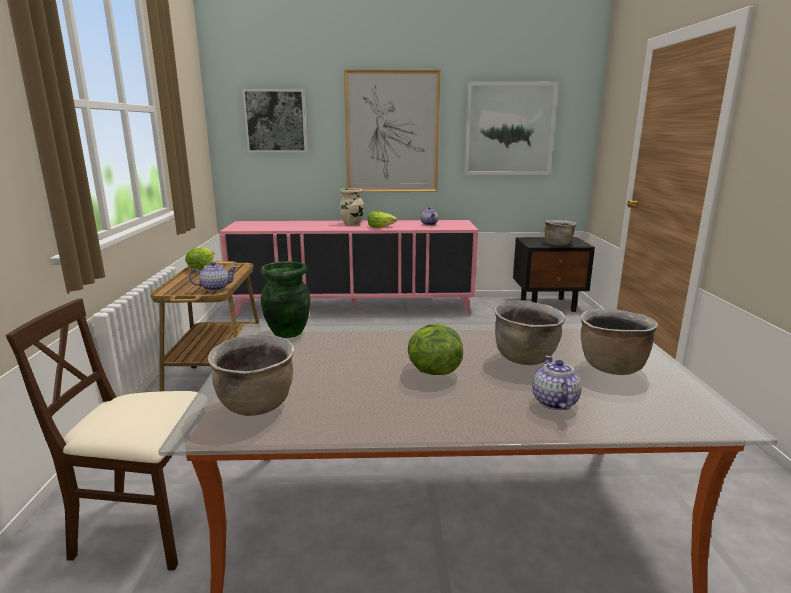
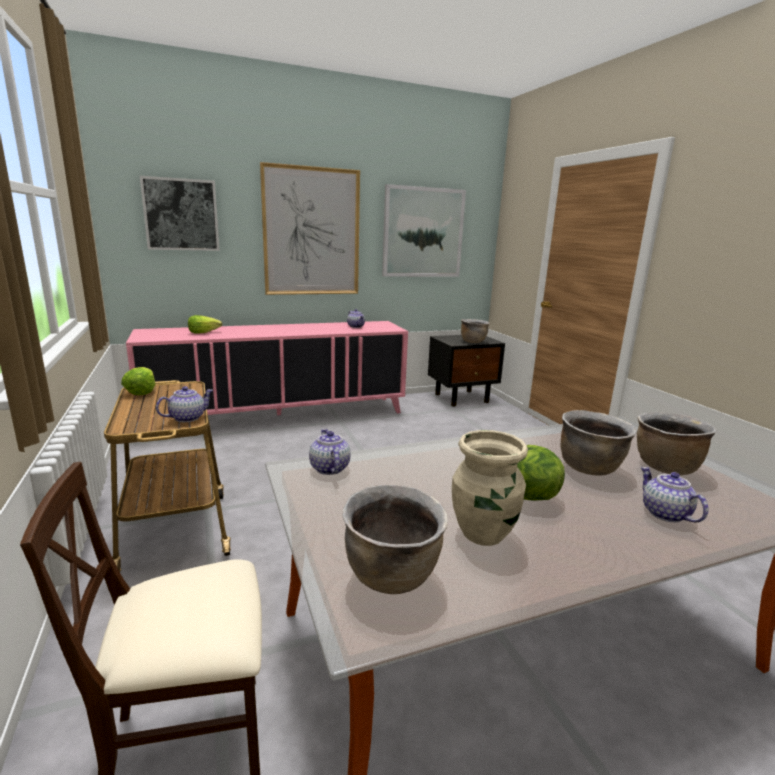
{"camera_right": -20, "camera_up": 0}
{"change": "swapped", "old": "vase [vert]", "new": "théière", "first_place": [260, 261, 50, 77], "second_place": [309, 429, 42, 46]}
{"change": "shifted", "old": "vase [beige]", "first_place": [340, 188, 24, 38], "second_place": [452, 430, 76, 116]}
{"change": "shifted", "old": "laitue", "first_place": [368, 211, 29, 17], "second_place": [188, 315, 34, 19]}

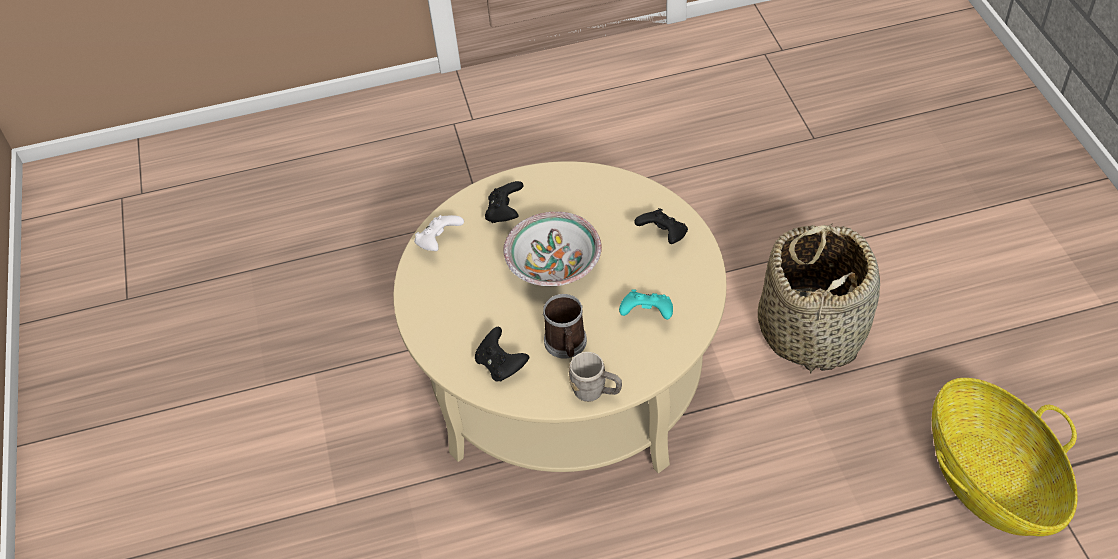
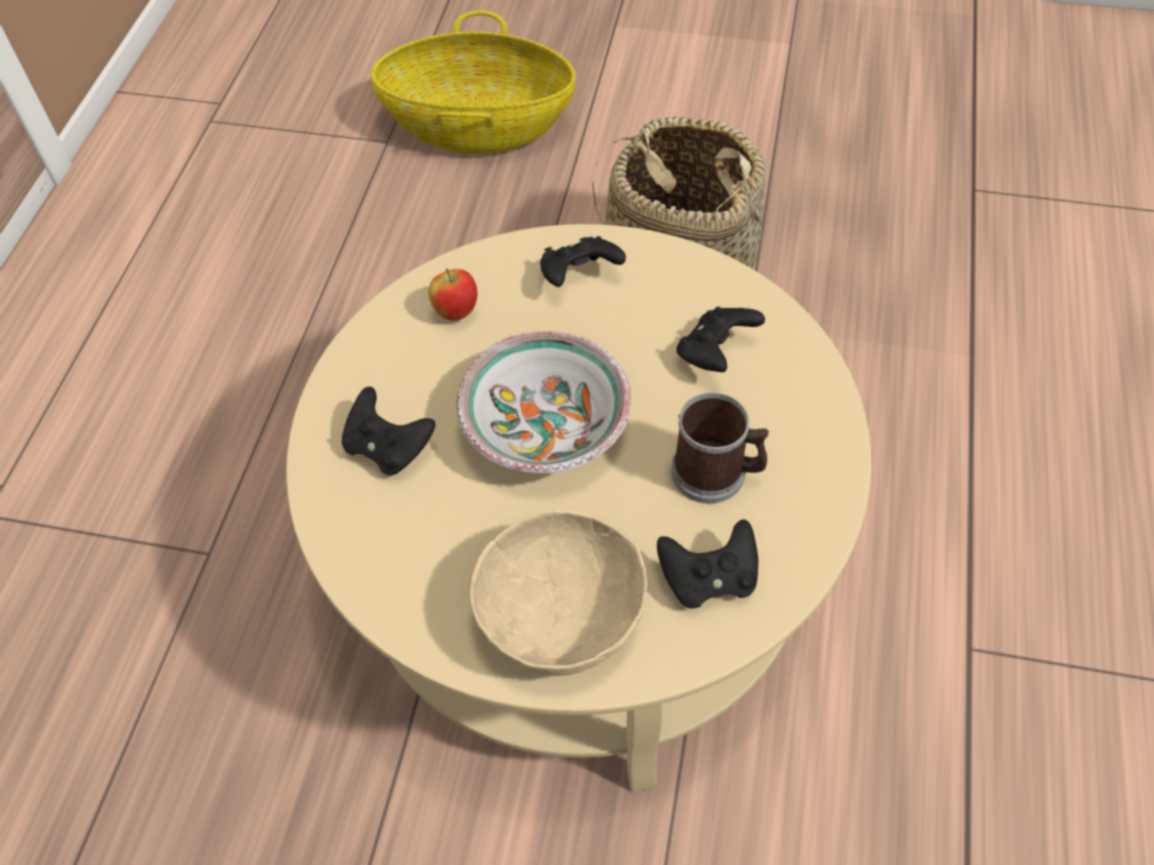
{"camera_right": -65, "camera_up": 5}
{"change": "gone", "old": "manette [blanc]", "first_place": [414, 215, 50, 36]}
{"change": "gone", "old": "mug [gris]", "first_place": [568, 352, 54, 50]}
{"change": "repainted", "old": "manette [turquoise]", "new": "manette [noir]", "first_place": [619, 289, 54, 31], "second_place": [676, 306, 89, 66]}
{"change": "shifted", "old": "panier", "first_place": [932, 378, 146, 158], "second_place": [371, 11, 205, 143]}
{"change": "new", "new": "pomme", "second_place": [428, 269, 49, 52]}
{"change": "new", "new": "bol [beige]", "second_place": [469, 510, 178, 166]}

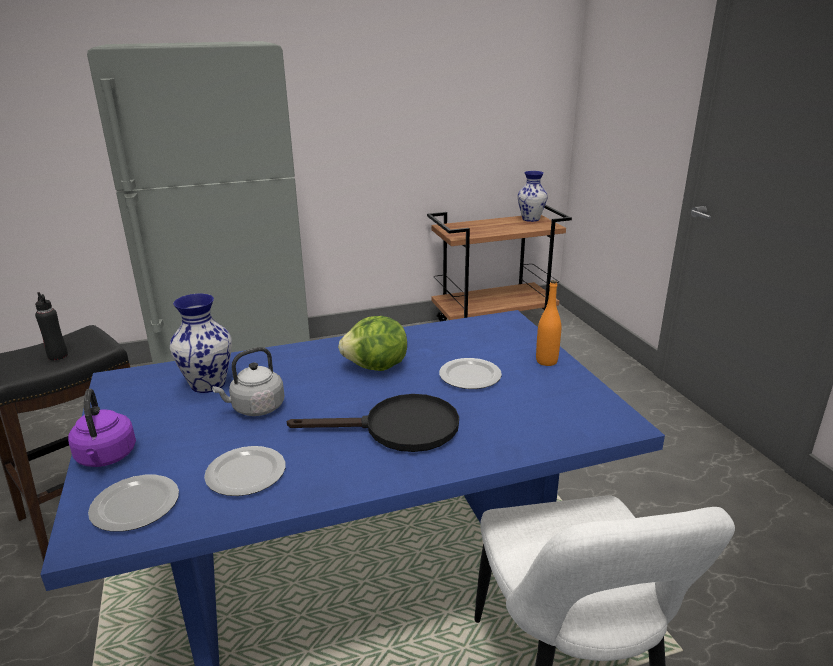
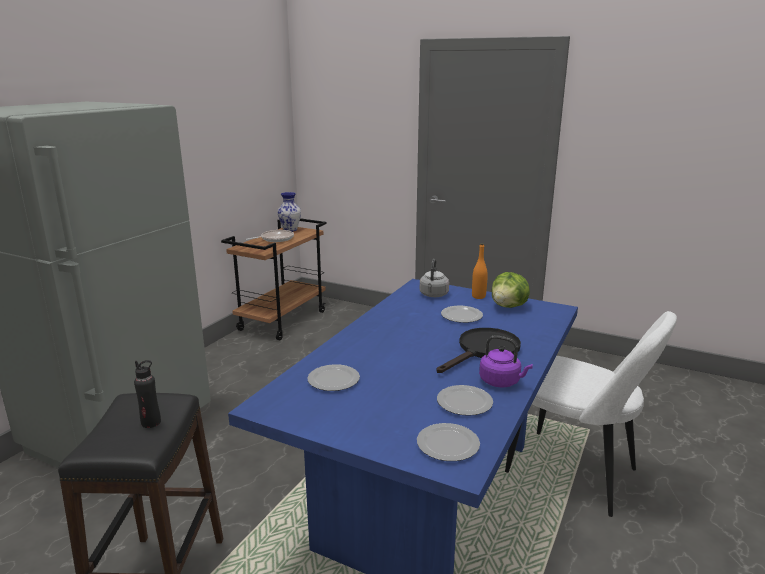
{"camera_right": -45, "camera_up": -5}
{"change": "shifted", "old": "bouilloire [violet]", "first_place": [68, 389, 68, 78], "second_place": [479, 335, 54, 52]}
{"change": "swapped", "old": "vase", "new": "assiette", "first_place": [170, 294, 62, 99], "second_place": [307, 364, 53, 27]}
{"change": "shifted", "old": "bouilloire [gris]", "first_place": [212, 347, 72, 69], "second_place": [420, 259, 29, 38]}
{"change": "shifted", "old": "laitue", "first_place": [338, 316, 69, 55], "second_place": [492, 272, 38, 36]}
{"change": "new", "new": "poêle", "second_place": [246, 230, 48, 12]}

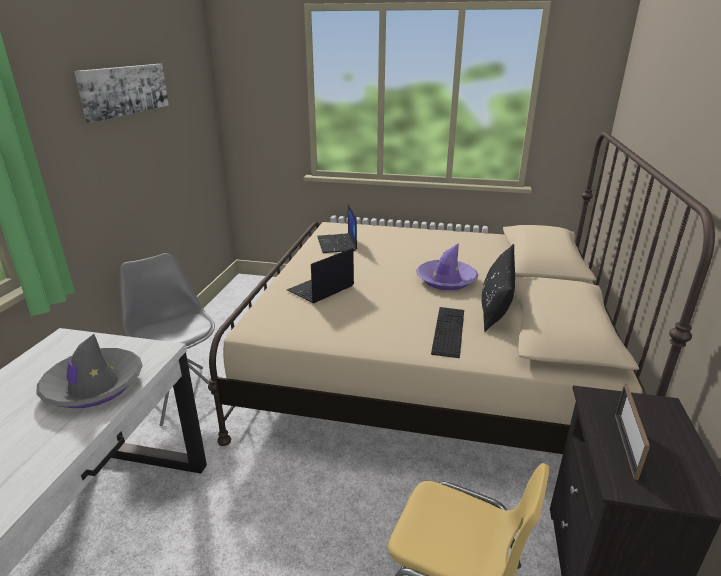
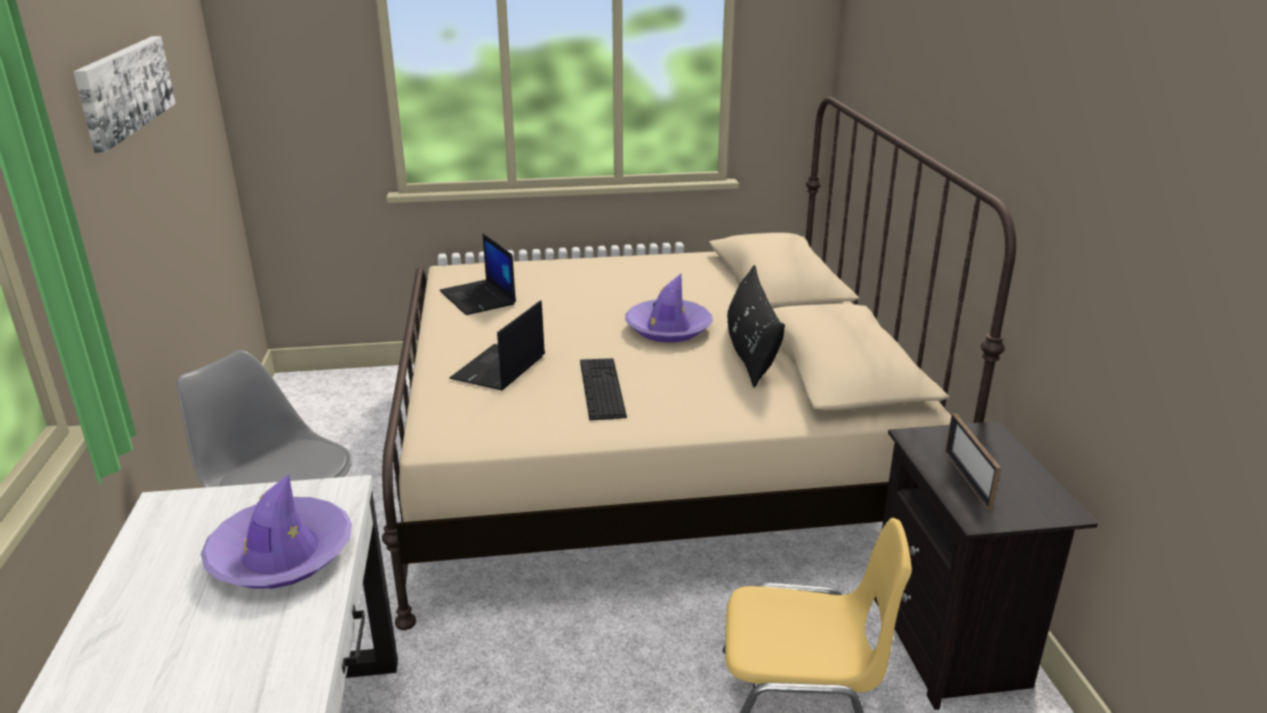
{"camera_right": -20, "camera_up": 0}
{"change": "repainted", "old": "chapeau [gris]", "new": "chapeau [violet]", "first_place": [37, 334, 106, 74], "second_place": [201, 474, 151, 115]}
{"change": "shifted", "old": "clavier", "first_place": [431, 307, 33, 51], "second_place": [580, 358, 47, 62]}

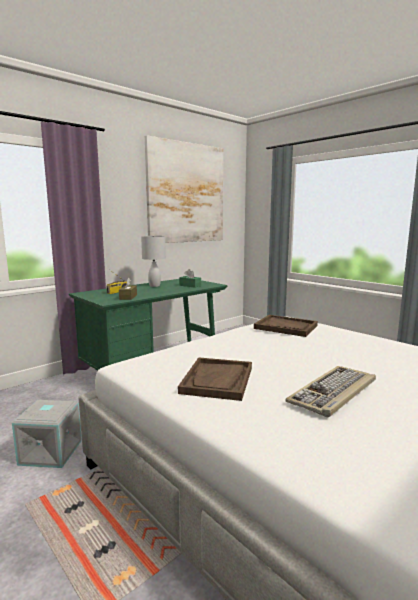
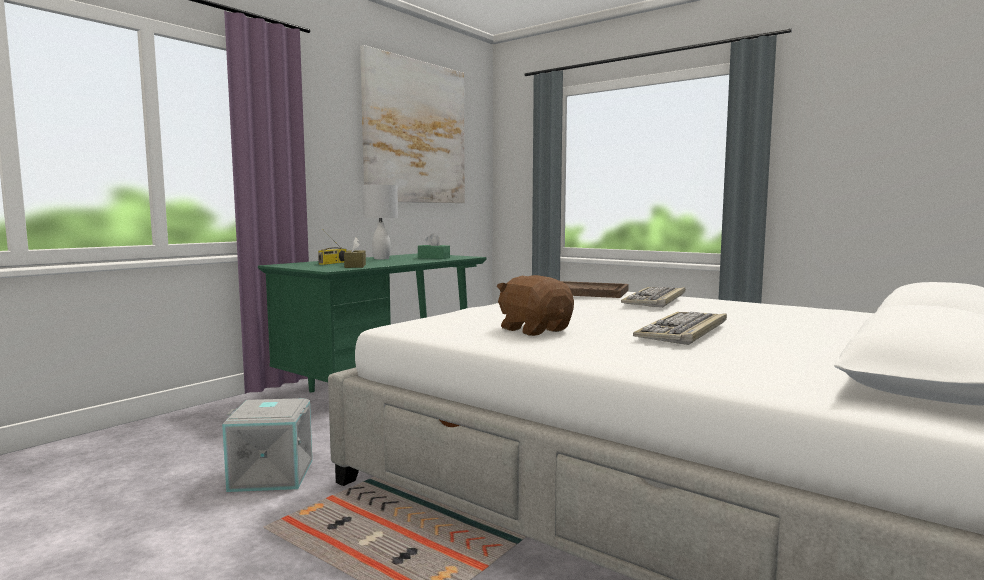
{"camera_right": -10, "camera_up": -5}
{"change": "swapped", "old": "plateau [marron]", "new": "peluche [marron]", "first_place": [178, 357, 74, 44], "second_place": [496, 275, 78, 61]}
{"change": "new", "new": "clavier", "second_place": [621, 287, 64, 21]}

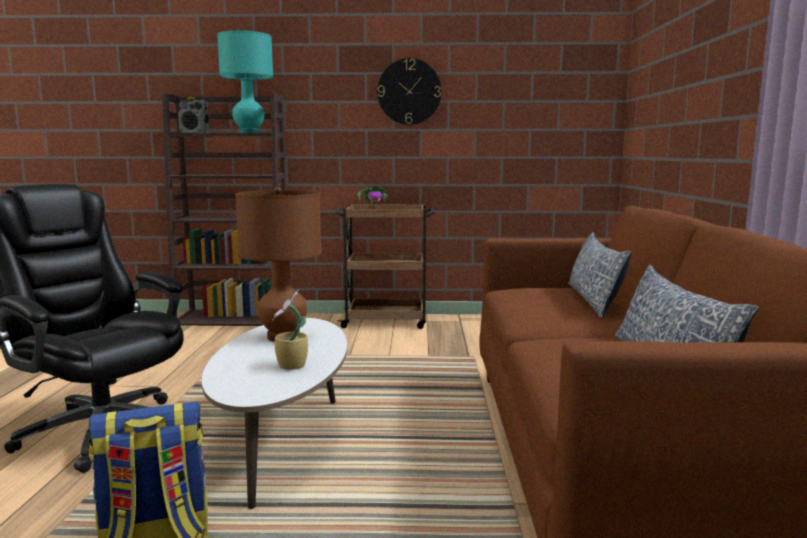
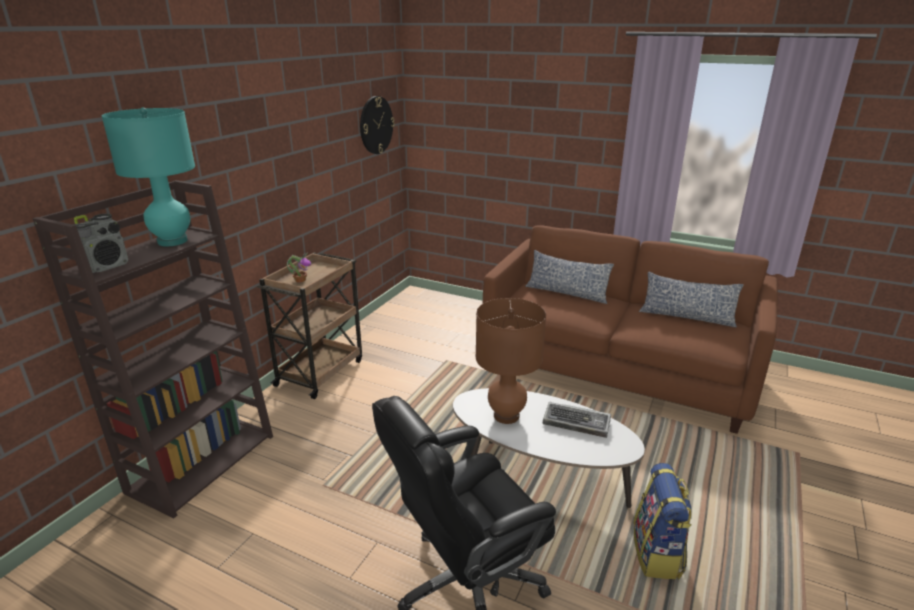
{"camera_right": -65, "camera_up": 15}
{"change": "swapped", "old": "plante en pot", "new": "clavier", "first_place": [272, 290, 36, 80], "second_place": [543, 402, 68, 36]}
{"change": "shifted", "old": "horloge murale", "first_place": [377, 58, 65, 67], "second_place": [360, 96, 35, 58]}

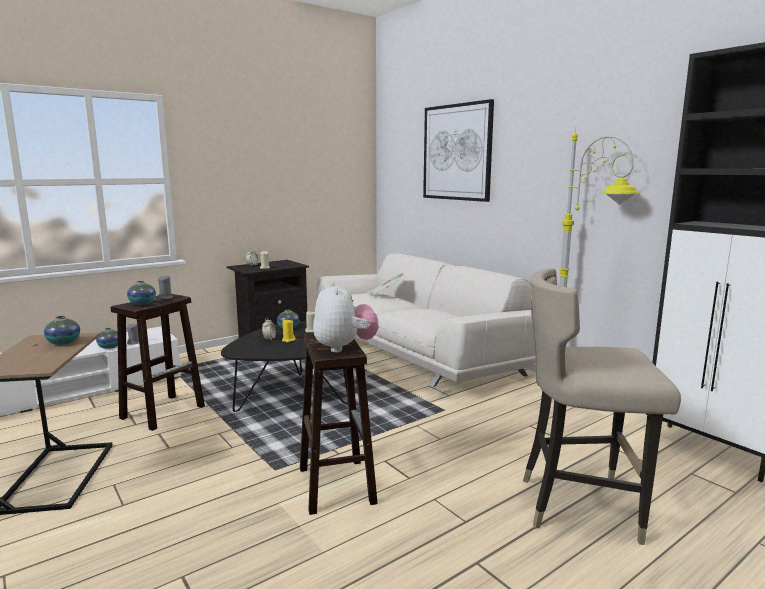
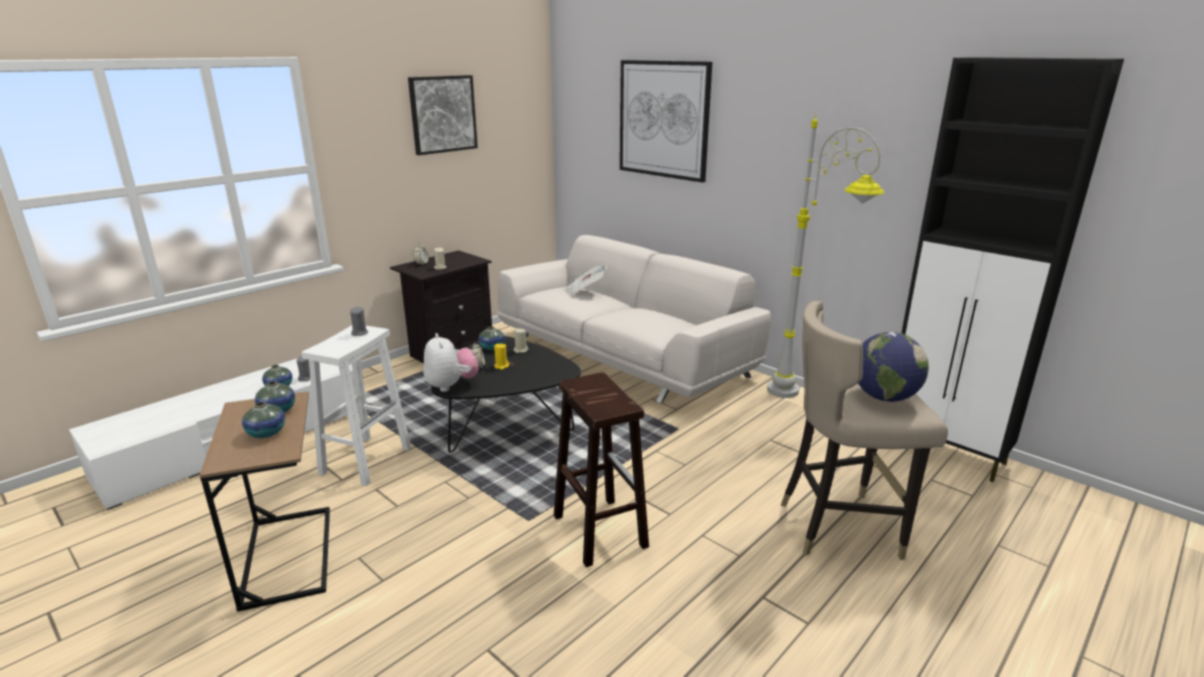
{"camera_right": -10, "camera_up": 10}
{"change": "repainted", "old": "tabouret [marron]", "new": "tabouret [blanc]", "first_place": [111, 294, 94, 137], "second_place": [302, 325, 109, 161]}
{"change": "shifted", "old": "vase", "first_place": [127, 281, 29, 24], "second_place": [242, 402, 43, 36]}
{"change": "shifted", "old": "peluche", "first_place": [313, 282, 66, 71], "second_place": [423, 333, 56, 59]}
{"change": "new", "new": "tableau", "second_place": [408, 75, 70, 80]}
{"change": "new", "new": "globe", "second_place": [858, 332, 71, 70]}

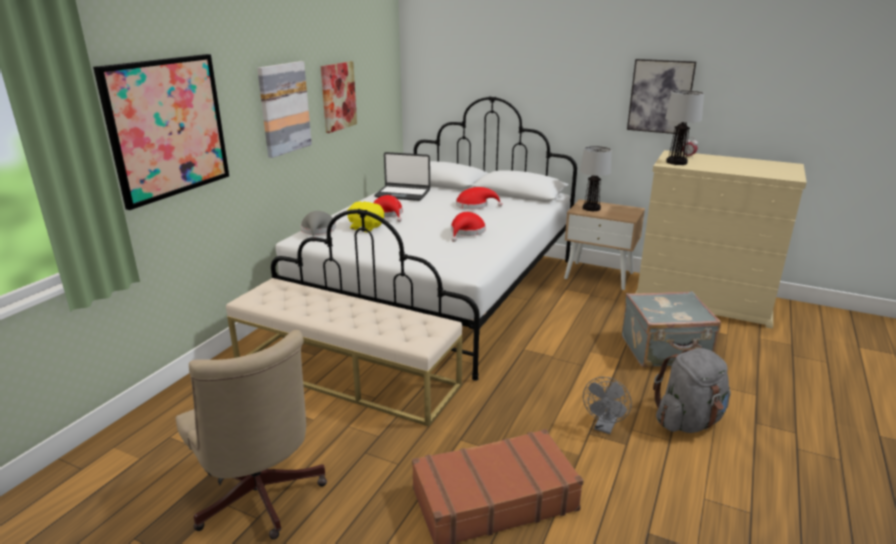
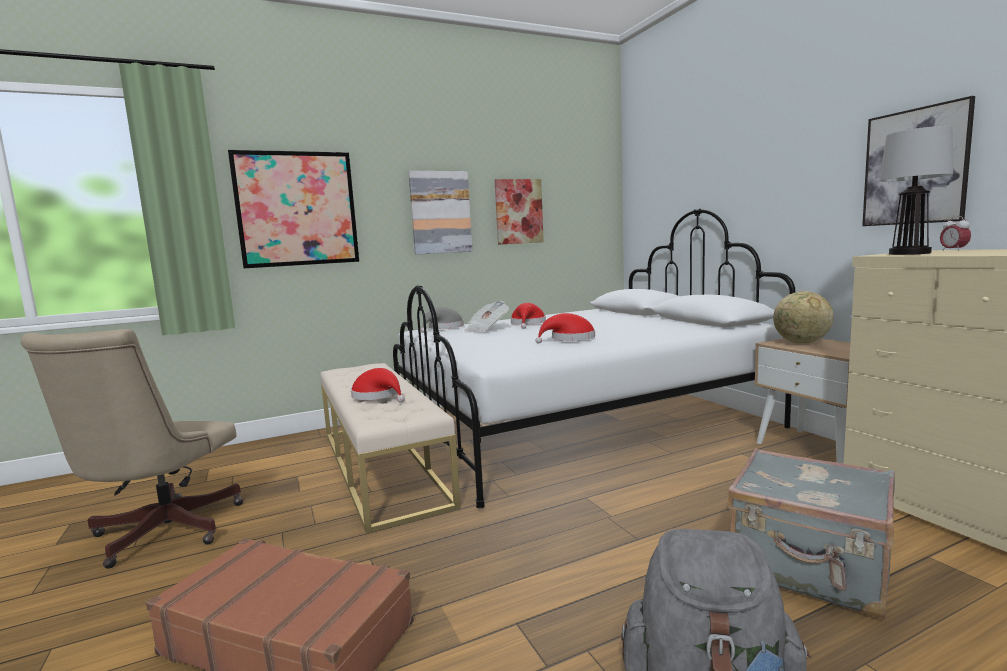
{"camera_right": 40, "camera_up": -15}
{"change": "swapped", "old": "peluche [jaune]", "new": "journal", "first_place": [347, 201, 37, 31], "second_place": [464, 301, 45, 32]}
{"change": "gone", "old": "ordinateur portable", "first_place": [374, 152, 56, 49]}
{"change": "shifted", "old": "chapeau [rouge]", "first_place": [456, 187, 46, 22], "second_place": [351, 368, 54, 35]}
{"change": "swapped", "old": "lampe de table", "new": "globe", "first_place": [580, 146, 32, 65], "second_place": [773, 291, 61, 53]}
{"change": "gone", "old": "ventilateur [gris]", "first_place": [583, 377, 49, 57]}

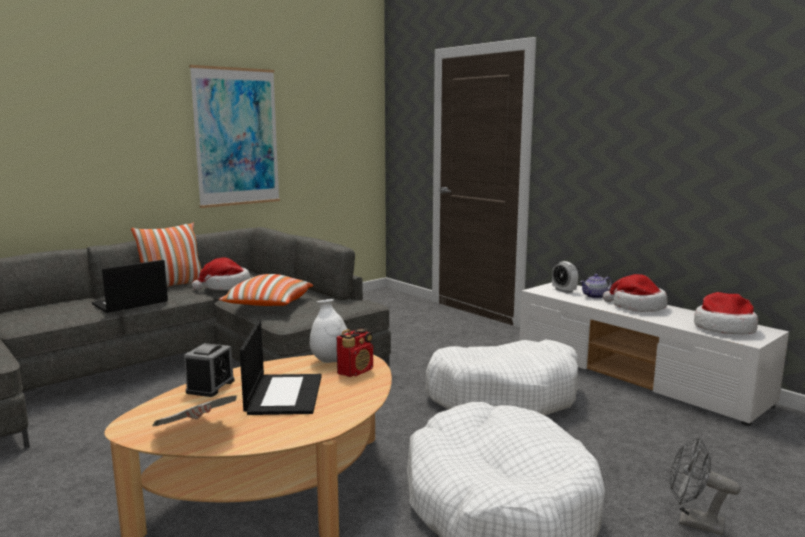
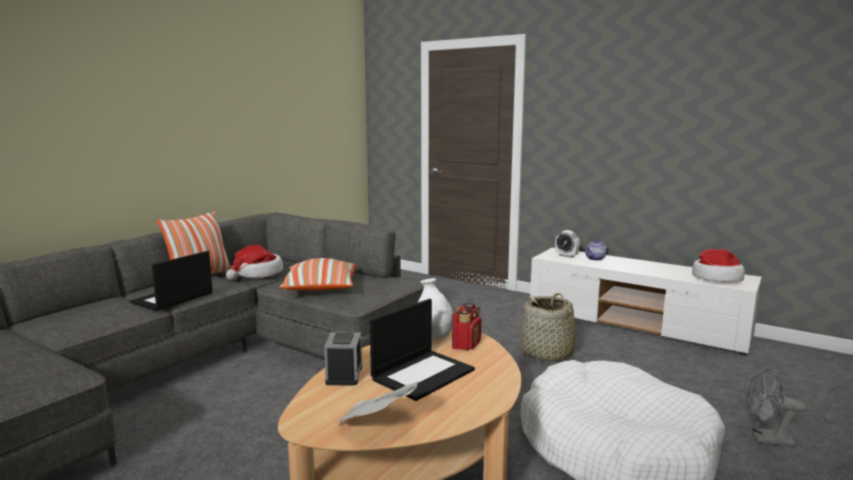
{"camera_right": -15, "camera_up": 0}
{"change": "gone", "old": "tableau", "first_place": [189, 65, 91, 143]}
{"change": "rotated", "old": "ordinateur portable", "first_place": [240, 320, 82, 95], "second_place": [370, 299, 105, 102], "degrees": 60}
{"change": "swapped", "old": "panier pour chien [blanc]", "new": "panier", "first_place": [425, 339, 153, 77], "second_place": [518, 293, 67, 68]}
{"change": "gone", "old": "chapeau", "first_place": [603, 274, 65, 38]}

